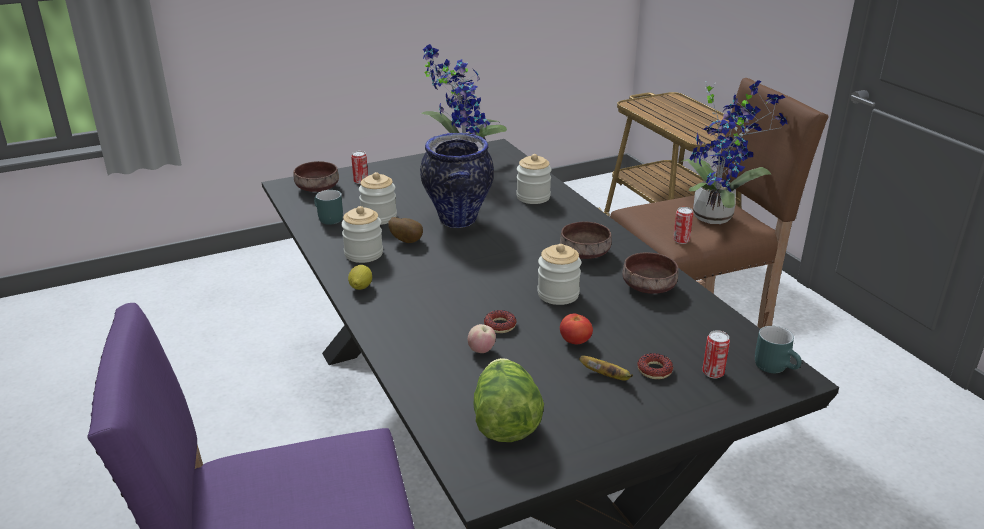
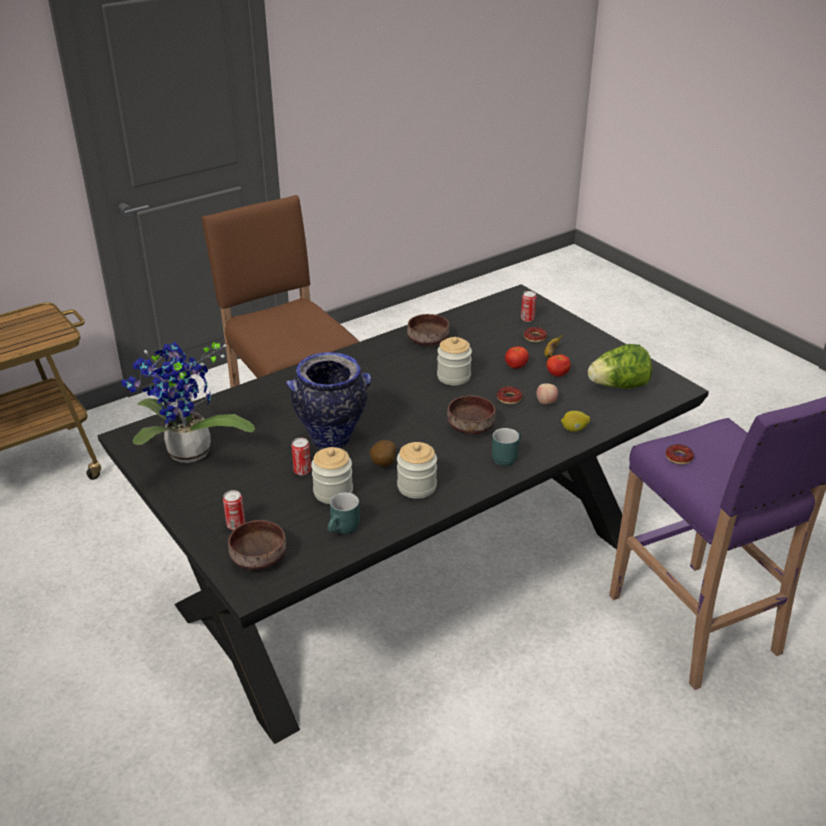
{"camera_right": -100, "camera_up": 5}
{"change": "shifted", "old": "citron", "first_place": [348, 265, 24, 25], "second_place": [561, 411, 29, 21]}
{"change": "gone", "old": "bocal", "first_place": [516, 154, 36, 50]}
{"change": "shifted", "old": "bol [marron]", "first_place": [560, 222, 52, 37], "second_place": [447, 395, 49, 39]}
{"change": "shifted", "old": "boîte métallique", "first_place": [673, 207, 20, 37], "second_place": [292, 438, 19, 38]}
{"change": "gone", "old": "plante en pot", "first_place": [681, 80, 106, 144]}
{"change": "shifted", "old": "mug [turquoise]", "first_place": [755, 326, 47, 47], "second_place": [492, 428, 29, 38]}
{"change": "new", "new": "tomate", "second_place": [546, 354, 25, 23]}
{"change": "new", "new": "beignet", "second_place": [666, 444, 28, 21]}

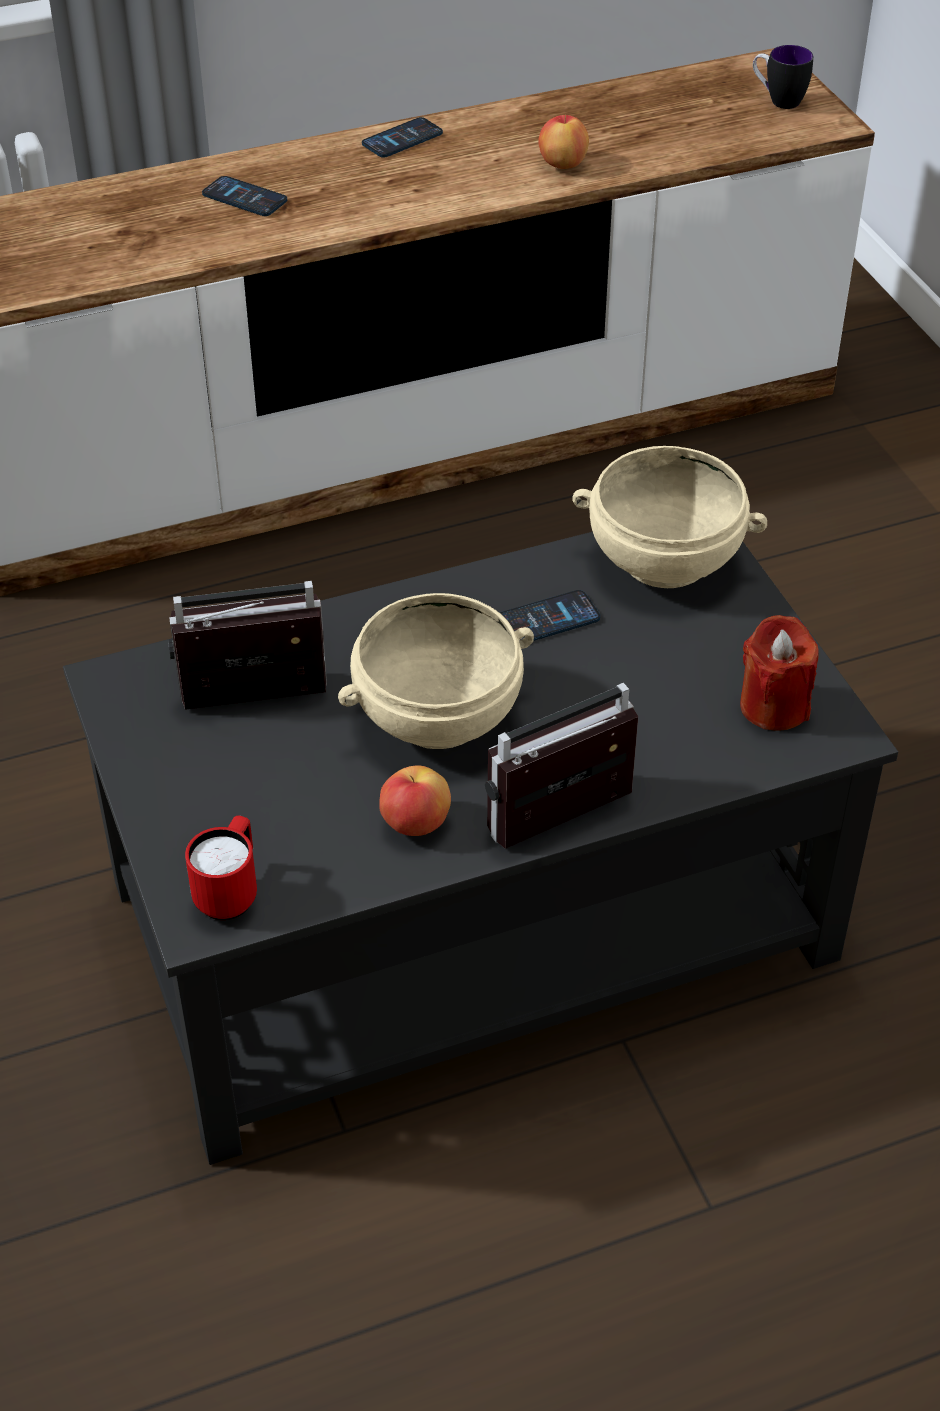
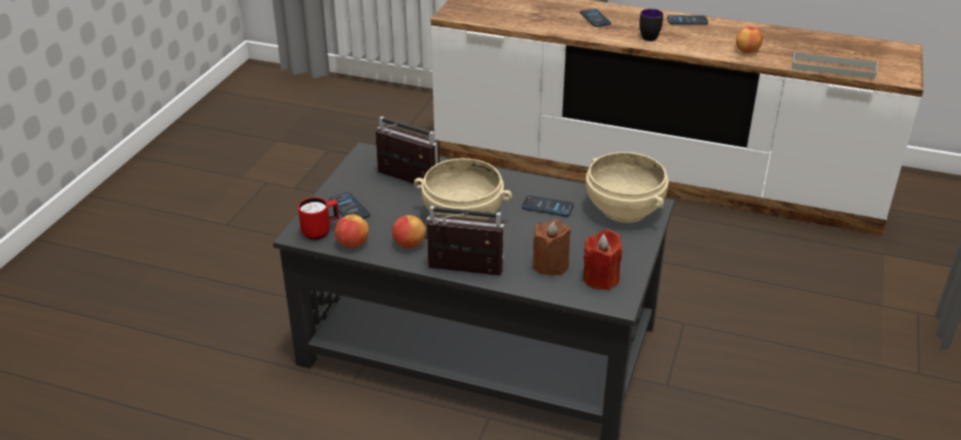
{"camera_right": 40, "camera_up": -10}
{"change": "shifted", "old": "mug", "first_place": [753, 45, 60, 64], "second_place": [639, 9, 24, 32]}
{"change": "new", "new": "téléphone", "second_place": [329, 192, 41, 27]}
{"change": "new", "new": "pomme", "second_place": [335, 215, 34, 33]}
{"change": "new", "new": "bougie [marron]", "second_place": [533, 219, 38, 57]}
{"change": "new", "new": "plateau [gris]", "second_place": [792, 51, 86, 28]}

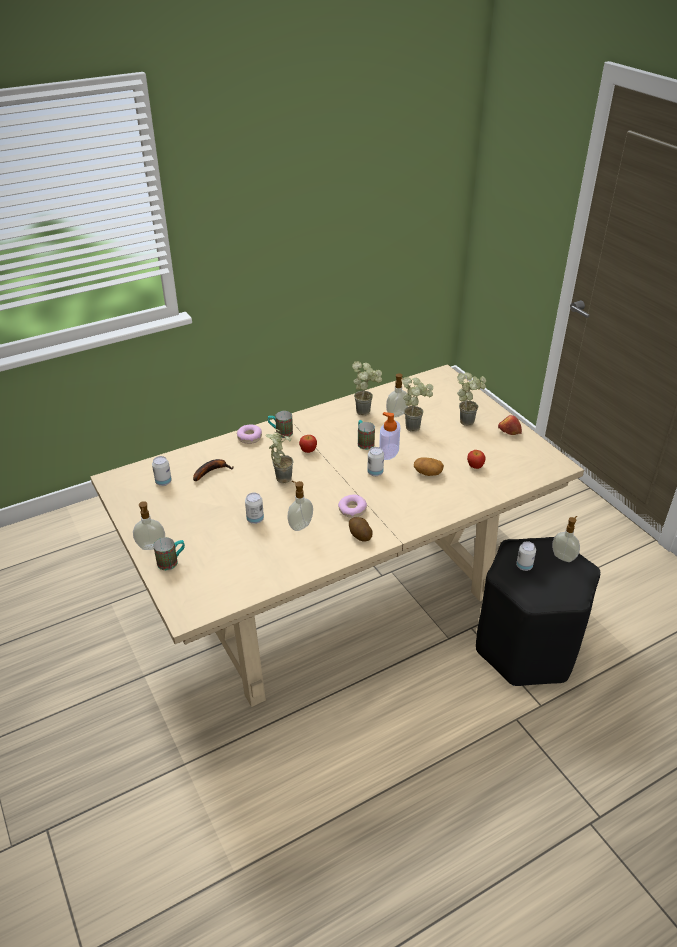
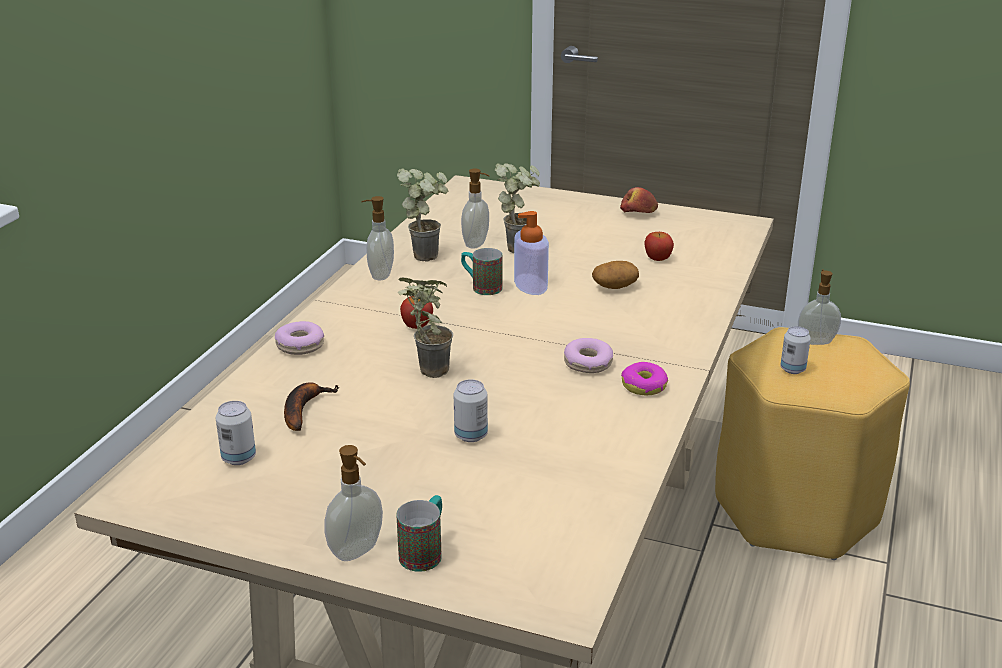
{"camera_right": -40, "camera_up": -10}
{"change": "gone", "old": "mug", "first_place": [268, 411, 25, 27]}
{"change": "shifted", "old": "distributeur de savon", "first_place": [288, 481, 25, 50], "second_place": [362, 196, 32, 84]}
{"change": "swapped", "old": "pomme de terre", "new": "beignet", "first_place": [349, 517, 24, 25], "second_place": [621, 362, 47, 33]}
{"change": "gone", "old": "boîte métallique", "first_place": [367, 447, 17, 29]}
{"change": "gone", "old": "plante en pot", "first_place": [457, 372, 29, 54]}
{"change": "repainted", "old": "tabouret [noir]", "new": "tabouret [jaune]", "first_place": [476, 537, 124, 149], "second_place": [715, 327, 195, 233]}

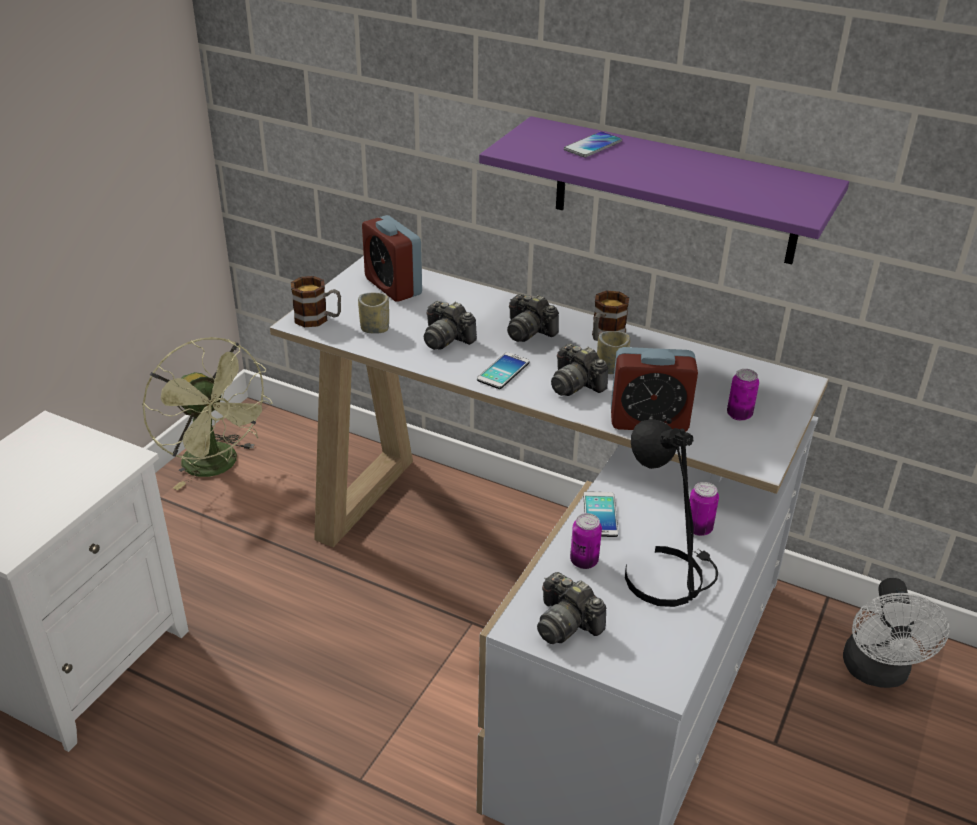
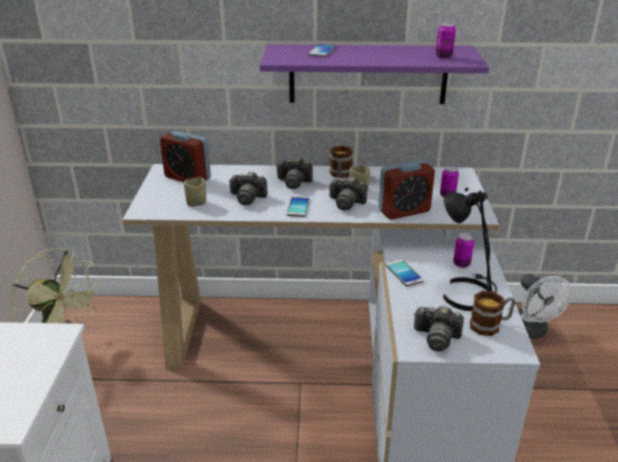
{"camera_right": -25, "camera_up": -5}
{"change": "shifted", "old": "mug", "first_place": [291, 276, 50, 51], "second_place": [470, 291, 45, 45]}
{"change": "shifted", "old": "boîte métallique", "first_place": [570, 513, 32, 56], "second_place": [436, 23, 20, 36]}

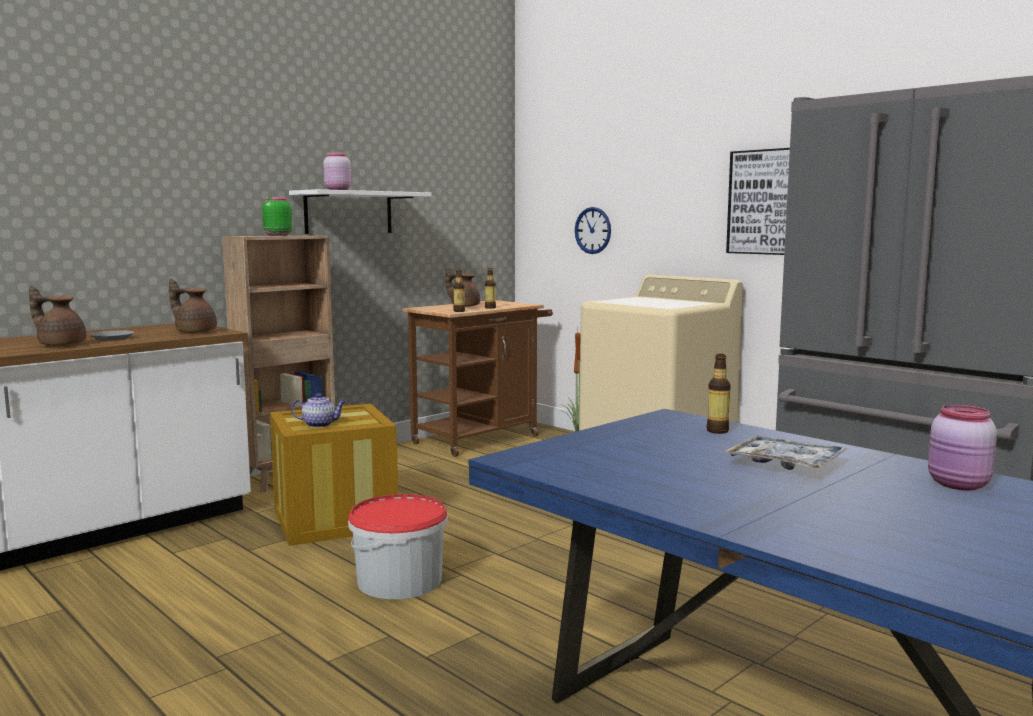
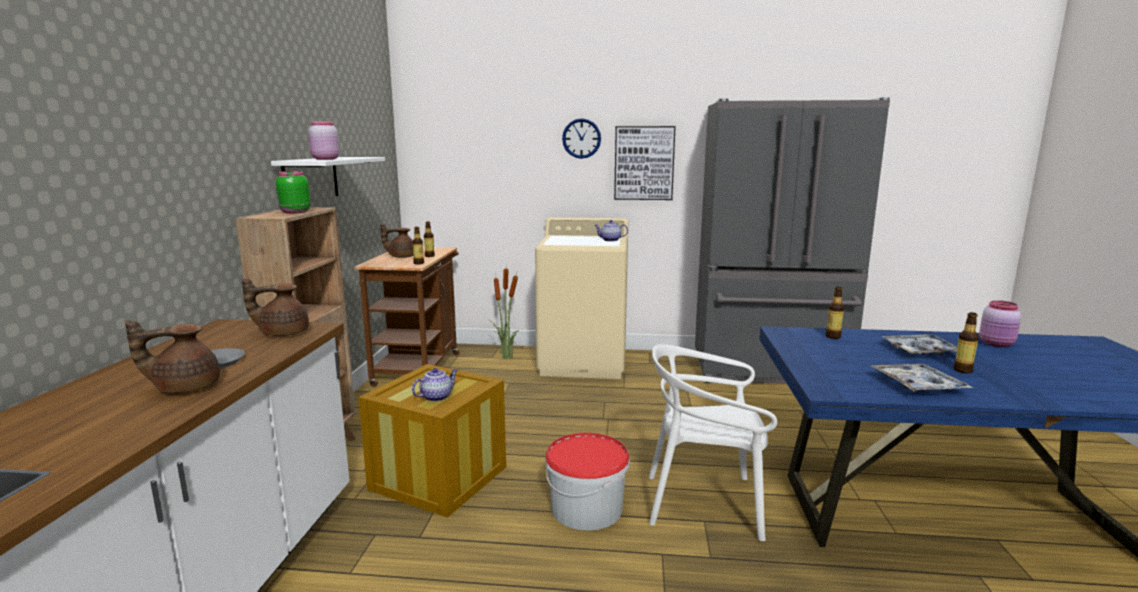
{"camera_right": -40, "camera_up": 5}
{"change": "shifted", "old": "horloge murale", "first_place": [575, 207, 36, 47], "second_place": [562, 118, 39, 41]}
{"change": "new", "new": "théière", "second_place": [594, 220, 34, 21]}
{"change": "new", "new": "chaise [blanc]", "second_place": [649, 344, 128, 197]}
{"change": "new", "new": "plateau", "second_place": [872, 364, 101, 27]}
{"change": "new", "new": "bouteille", "second_place": [953, 312, 26, 61]}

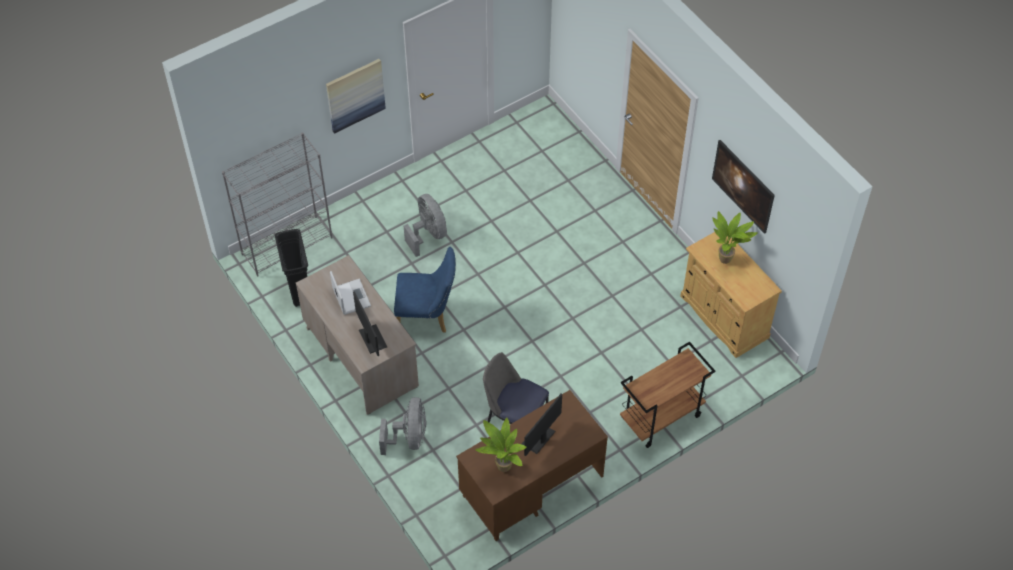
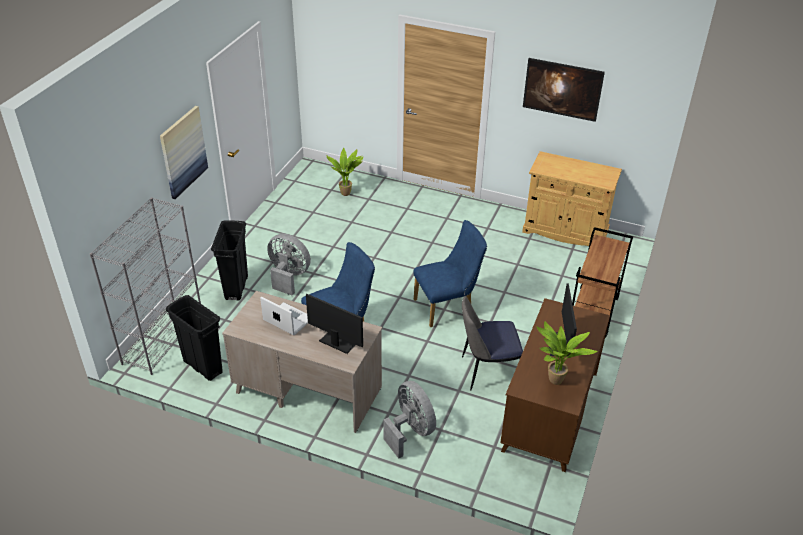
{"camera_right": -35, "camera_up": -15}
{"change": "shifted", "old": "plante en pot", "first_place": [712, 211, 46, 53], "second_place": [327, 148, 36, 48]}
{"change": "new", "new": "poubelle [noir]", "second_place": [211, 220, 37, 81]}
{"change": "new", "new": "chaise [bleu]", "second_place": [413, 220, 74, 107]}

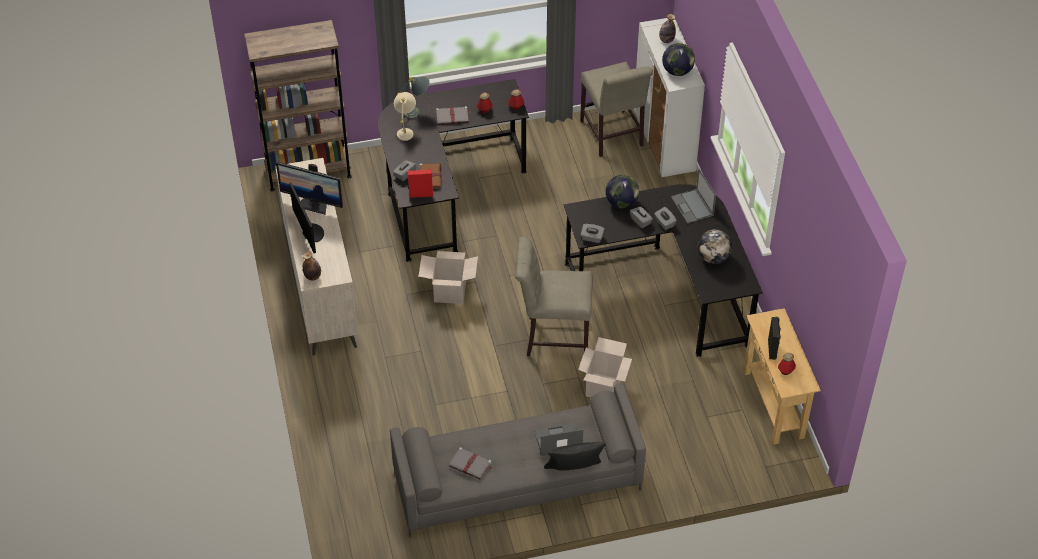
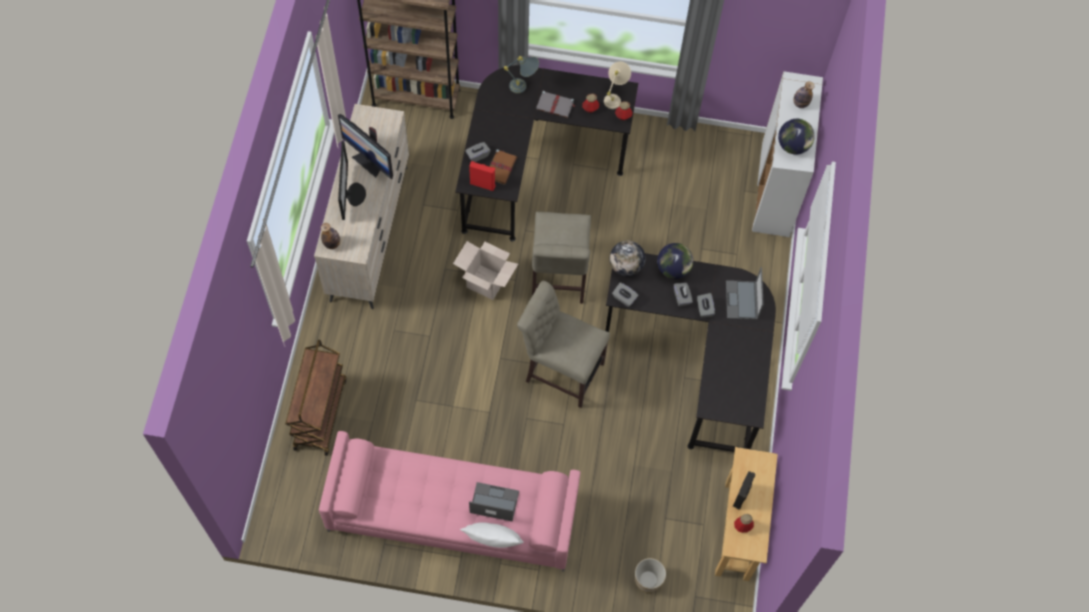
{"camera_right": 20, "camera_up": 15}
{"change": "repainted", "old": "canapé [gris]", "new": "canapé [rose]", "first_place": [390, 384, 256, 153], "second_place": [319, 431, 262, 141]}
{"change": "shifted", "old": "lampe de table [beige]", "first_place": [394, 92, 22, 49], "second_place": [604, 61, 27, 48]}
{"change": "gone", "old": "livre [gris]", "first_place": [449, 447, 44, 33]}
{"change": "repainted", "old": "coussin [noir]", "new": "coussin [blanc]", "first_place": [544, 442, 62, 28], "second_place": [460, 522, 64, 26]}
{"change": "gone", "old": "carton", "first_place": [578, 337, 54, 60]}
{"change": "shifted", "old": "chaise [beige]", "first_place": [580, 62, 73, 95], "second_place": [532, 212, 59, 92]}
{"change": "shifted", "old": "globe", "first_place": [698, 229, 35, 35], "second_place": [610, 241, 35, 35]}
{"change": "new", "new": "chariot [marron]", "second_place": [286, 340, 61, 116]}
{"change": "new", "new": "cache-pot", "second_place": [635, 558, 31, 35]}

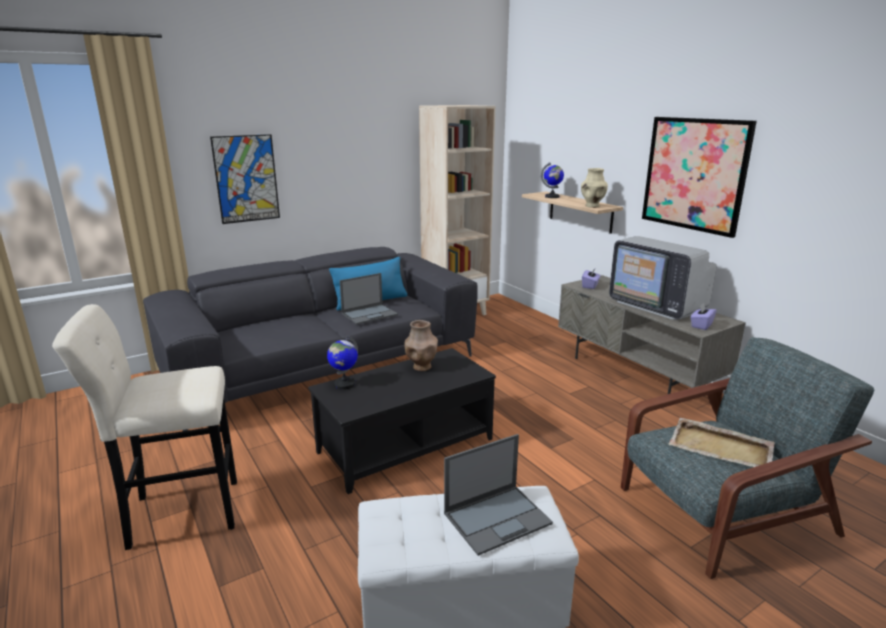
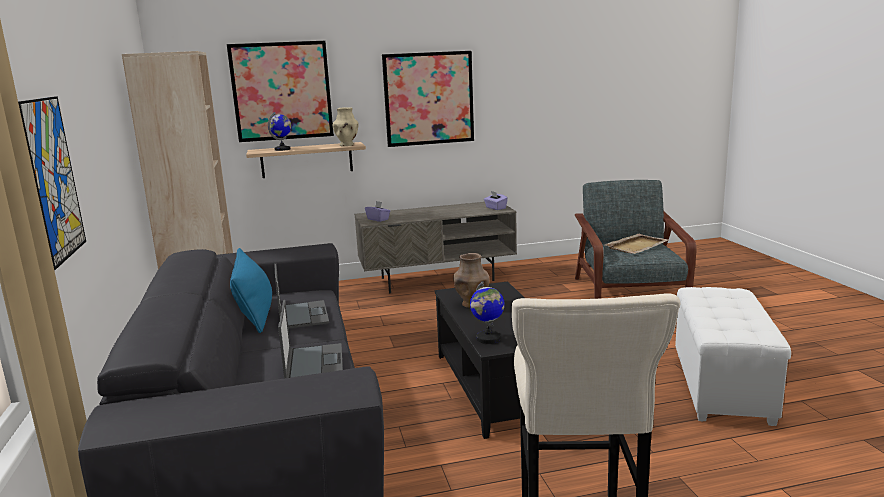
{"camera_right": -70, "camera_up": -5}
{"change": "shifted", "old": "ordinateur portable", "first_place": [444, 434, 109, 122], "second_place": [278, 300, 65, 78]}
{"change": "gone", "old": "téléviseur", "first_place": [609, 236, 107, 84]}
{"change": "new", "new": "tableau", "second_place": [227, 41, 107, 101]}

